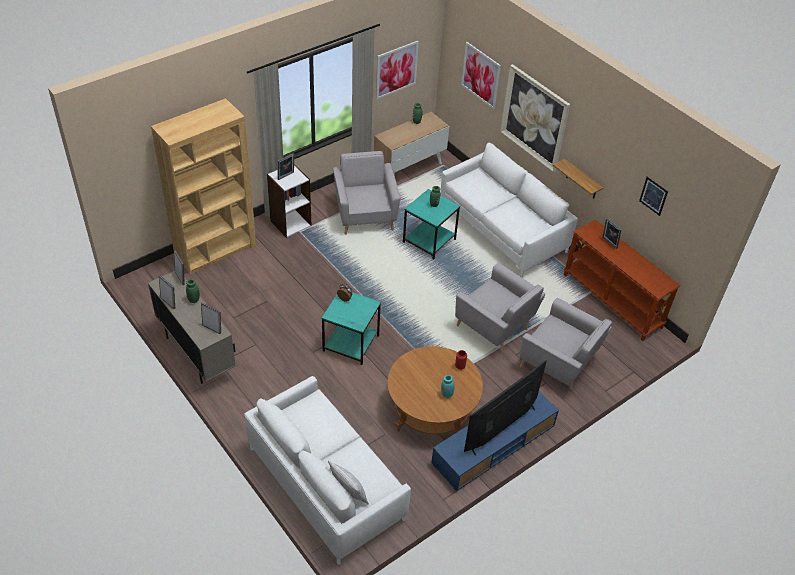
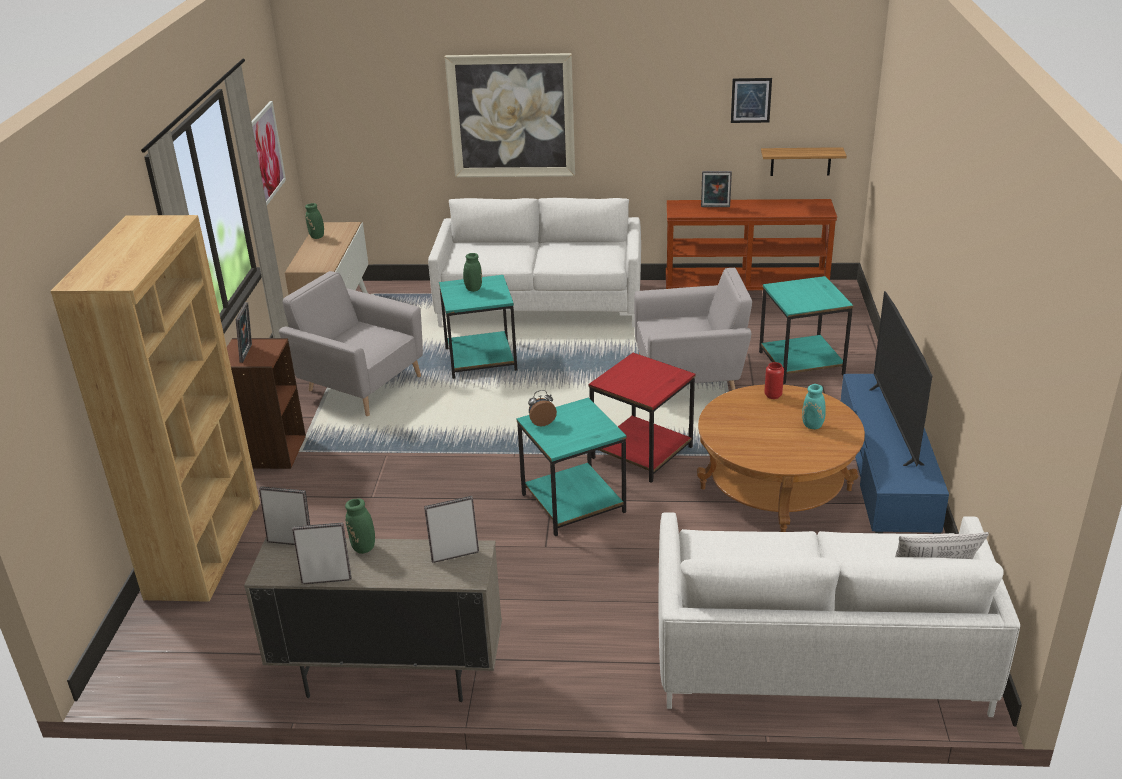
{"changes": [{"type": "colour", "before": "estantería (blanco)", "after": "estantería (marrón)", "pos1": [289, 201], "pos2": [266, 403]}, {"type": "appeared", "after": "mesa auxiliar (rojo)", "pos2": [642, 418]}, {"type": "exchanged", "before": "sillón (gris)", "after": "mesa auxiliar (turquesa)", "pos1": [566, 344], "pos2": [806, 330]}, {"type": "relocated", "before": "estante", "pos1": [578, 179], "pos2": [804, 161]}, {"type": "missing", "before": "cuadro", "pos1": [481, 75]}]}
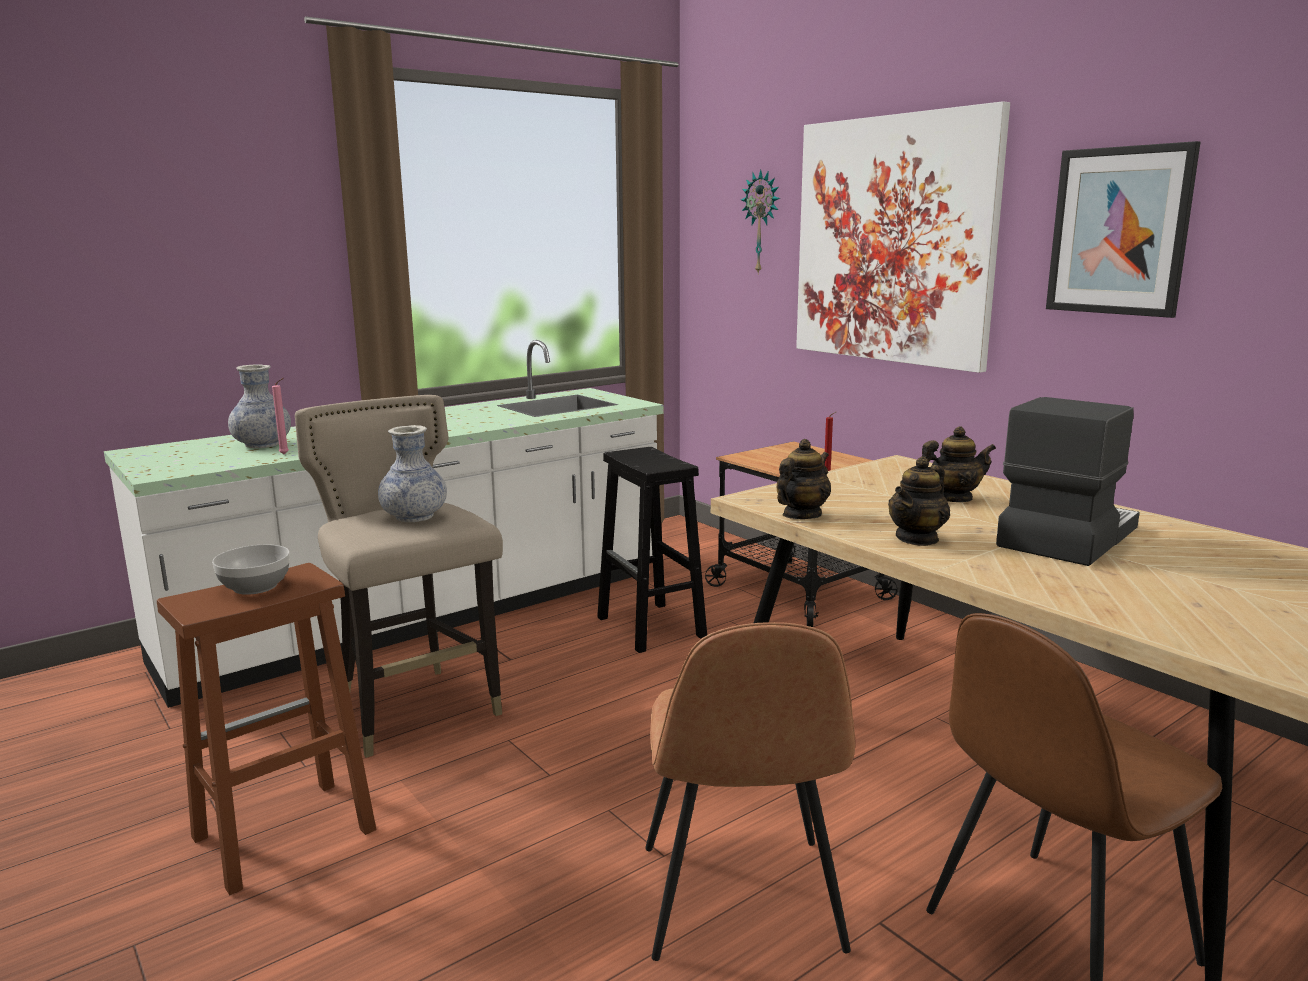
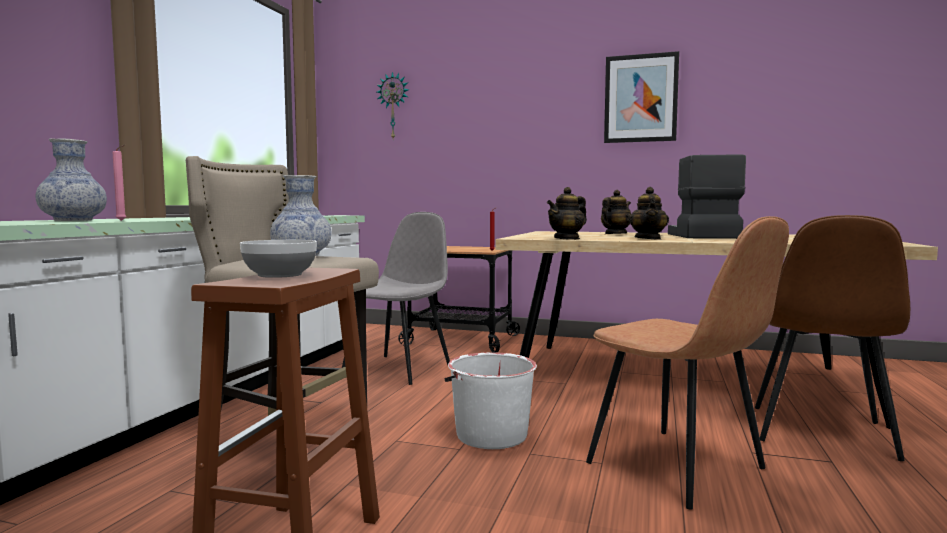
{"changes": [{"type": "exchanged", "before": "taburete (negro)", "after": "silla (gris)", "pos1": [652, 550], "pos2": [396, 298]}, {"type": "appeared", "after": "cubo (blanco)", "pos2": [490, 400]}, {"type": "spun", "before": "tetera", "pos1": [804, 479], "pos2": [567, 213], "turn": -135}, {"type": "missing", "before": "cuadro", "pos1": [903, 237]}]}
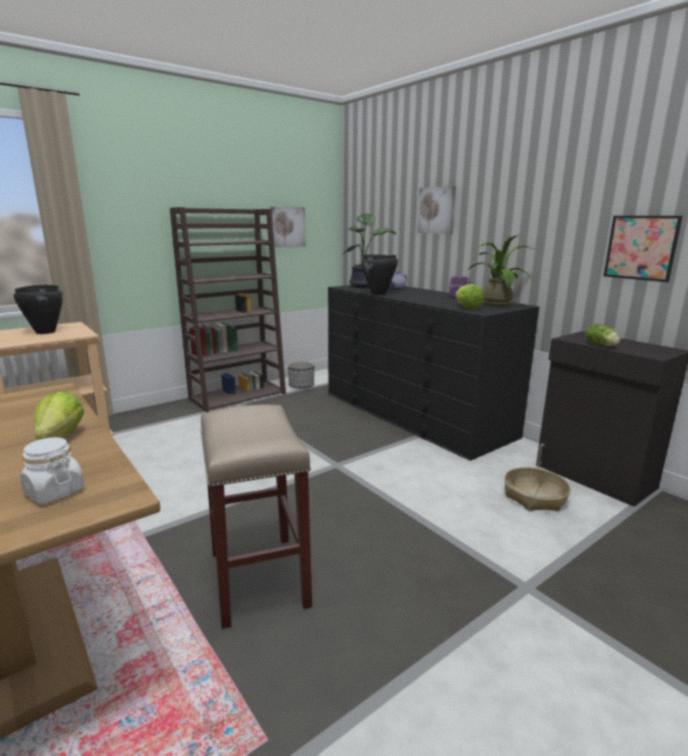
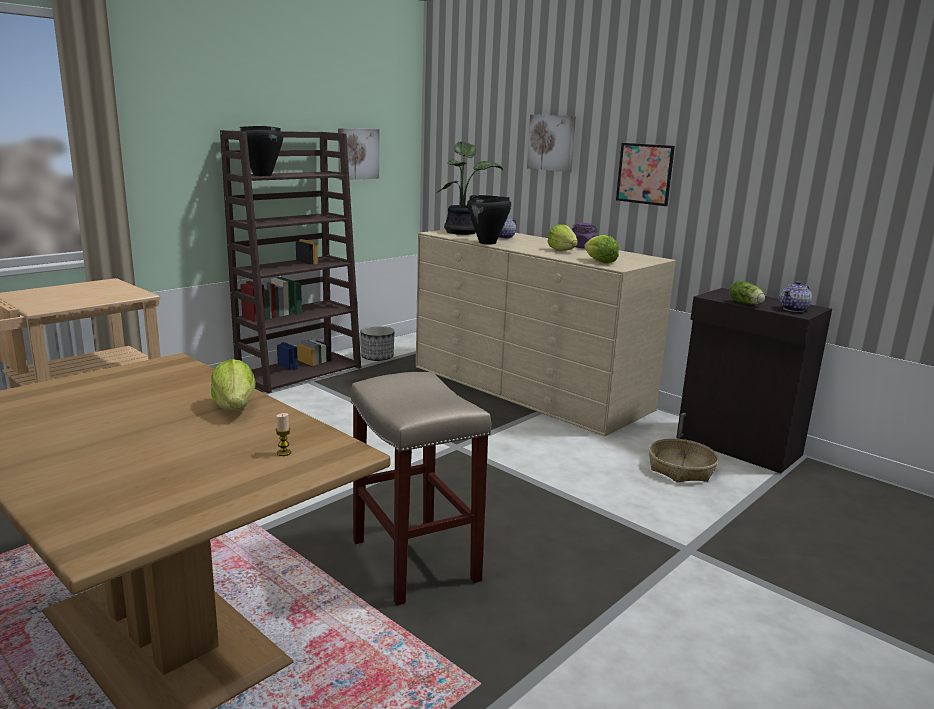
{"changes": [{"type": "relocated", "before": "olla (negro)", "pos1": [38, 309], "pos2": [261, 151]}, {"type": "exchanged", "before": "tarro (blanco)", "after": "vela", "pos1": [52, 470], "pos2": [283, 434]}, {"type": "colour", "before": "cómoda (negro)", "after": "cómoda (beis)", "pos1": [433, 373], "pos2": [546, 333]}, {"type": "appeared", "after": "lechuga", "pos2": [562, 237]}, {"type": "relocated", "before": "cuadro", "pos1": [643, 249], "pos2": [645, 174]}, {"type": "appeared", "after": "tetera", "pos2": [795, 296]}, {"type": "missing", "before": "planta en maceta", "pos1": [501, 271]}]}
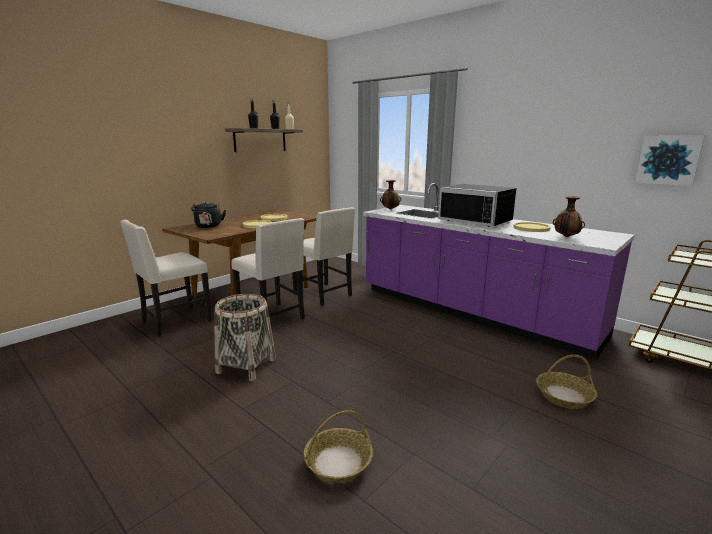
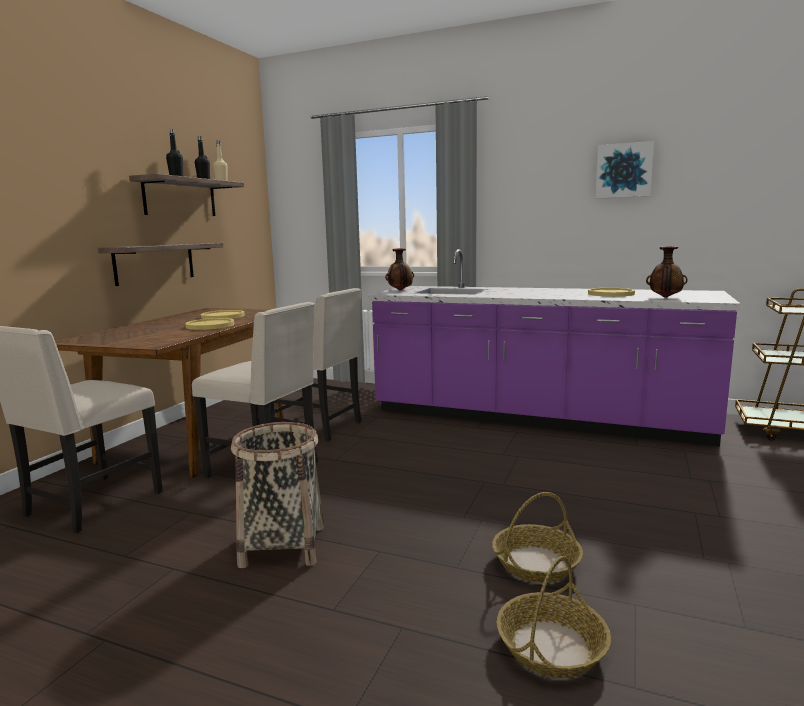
{"changes": [{"type": "appeared", "after": "estante", "pos2": [160, 264]}, {"type": "relocated", "before": "cesta", "pos1": [566, 381], "pos2": [537, 537]}, {"type": "relocated", "before": "cuadro", "pos1": [670, 160], "pos2": [625, 170]}, {"type": "missing", "before": "hervidor (negro)", "pos1": [208, 215]}, {"type": "missing", "before": "microondas (negro)", "pos1": [477, 205]}]}
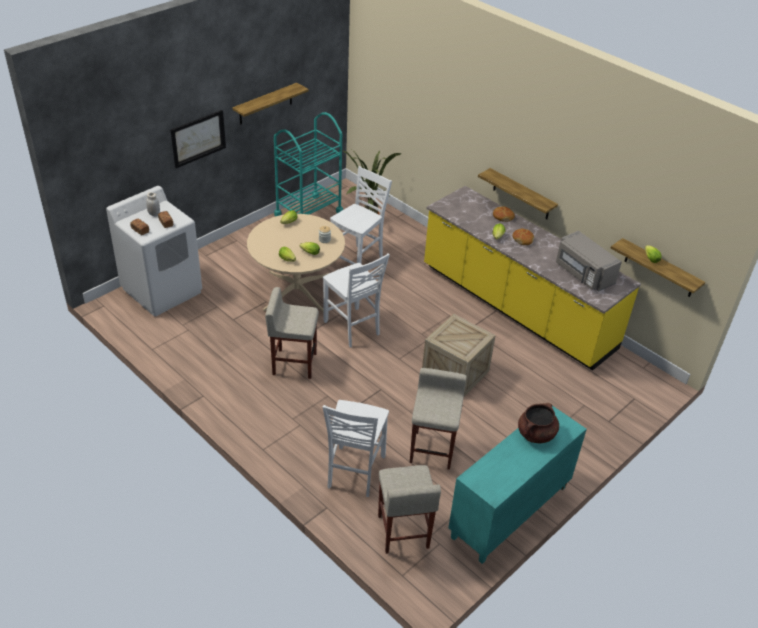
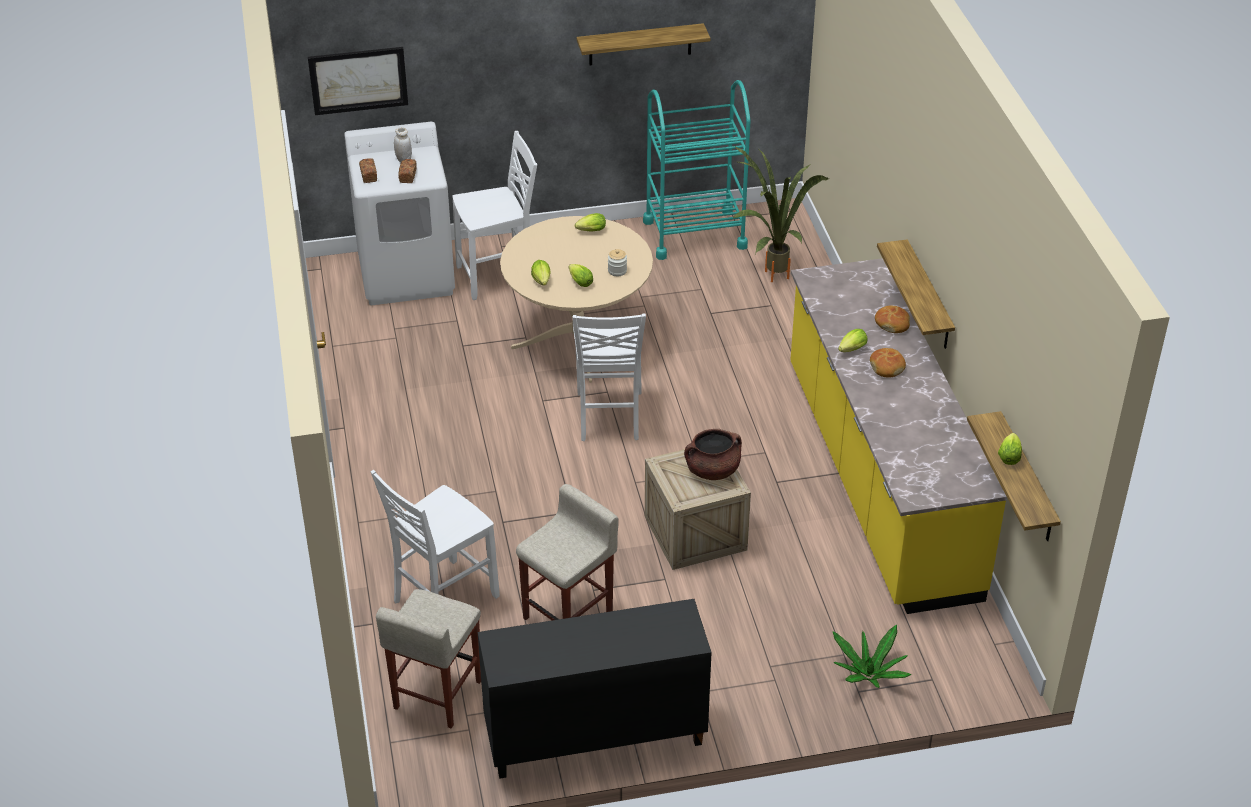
{"changes": [{"type": "relocated", "before": "cuadro", "pos1": [198, 139], "pos2": [358, 81]}, {"type": "relocated", "before": "silla (blanco)", "pos1": [361, 215], "pos2": [494, 215]}, {"type": "colour", "before": "armario (turquesa)", "after": "armario (negro)", "pos1": [517, 485], "pos2": [595, 689]}, {"type": "relocated", "before": "olla (marrón)", "pos1": [538, 423], "pos2": [713, 454]}, {"type": "appeared", "after": "planta en maceta", "pos2": [872, 656]}, {"type": "missing", "before": "taburete (beis)", "pos1": [292, 333]}, {"type": "missing", "before": "microondas (gris)", "pos1": [589, 261]}]}
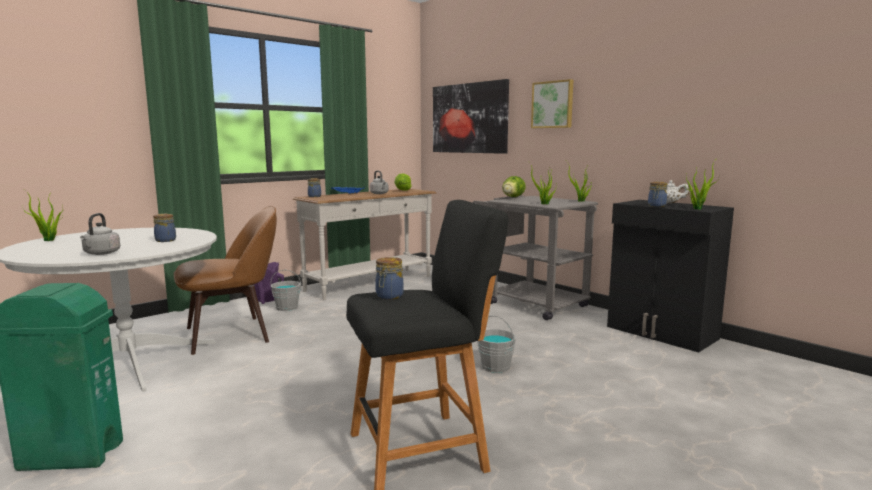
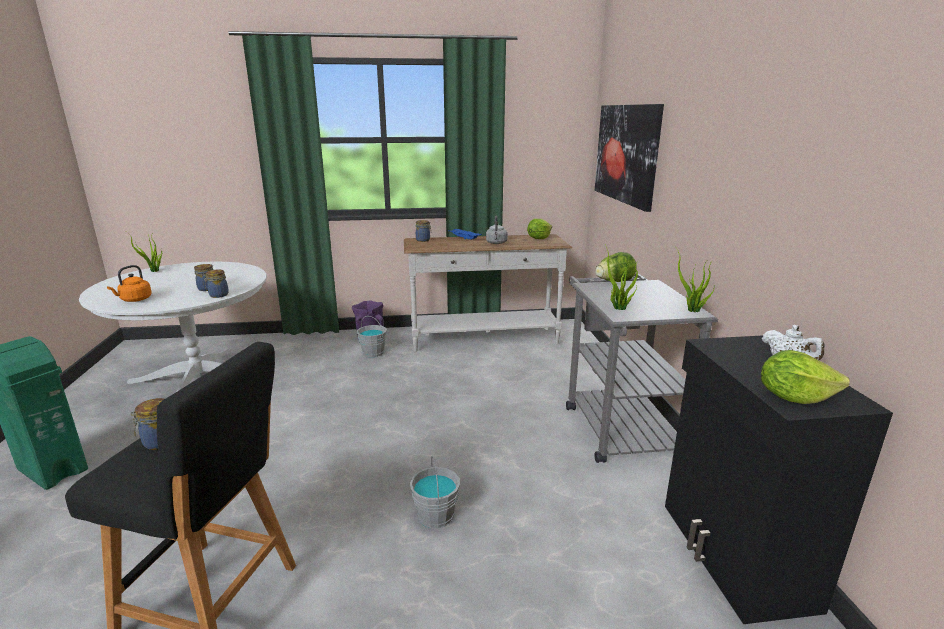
{"changes": [{"type": "colour", "before": "hervidor (gris)", "after": "hervidor (naranja)", "pos1": [100, 234], "pos2": [129, 283]}, {"type": "relocated", "before": "tarro", "pos1": [657, 194], "pos2": [216, 284]}, {"type": "exchanged", "before": "planta en maceta", "after": "lechuga", "pos1": [702, 185], "pos2": [805, 377]}, {"type": "missing", "before": "silla (marrón)", "pos1": [225, 280]}, {"type": "missing", "before": "cuadro", "pos1": [552, 103]}]}
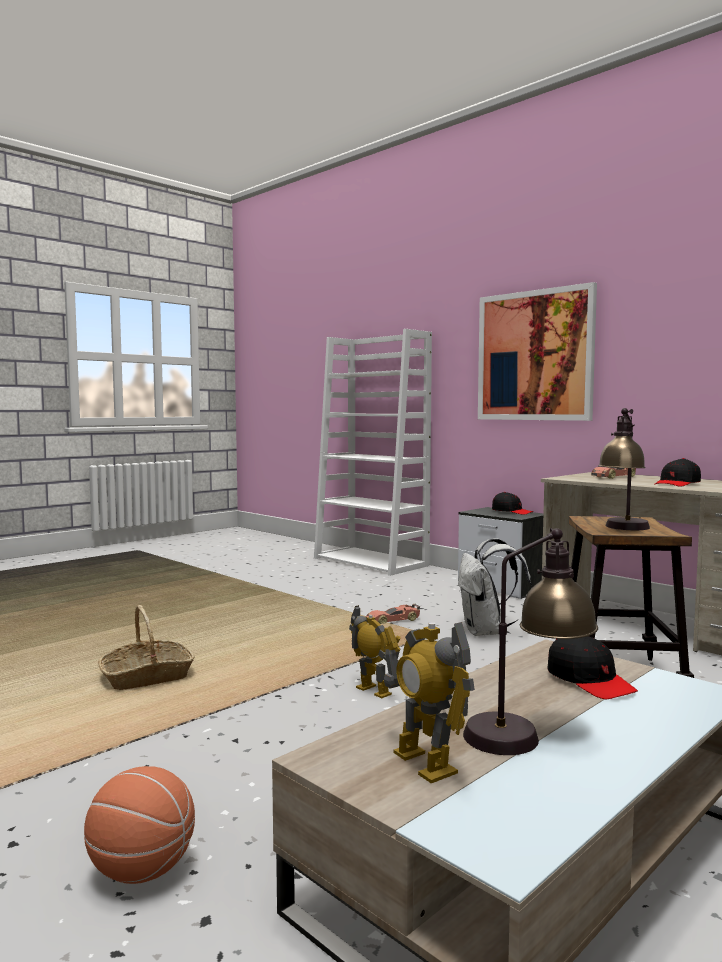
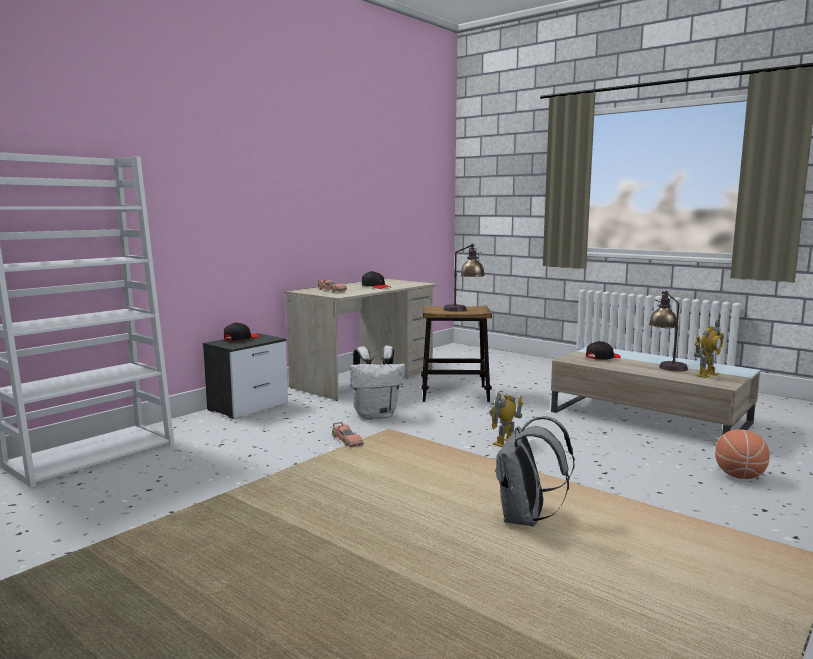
{"changes": [{"type": "exchanged", "before": "cesta", "after": "mochila (gris)", "pos1": [146, 647], "pos2": [535, 471]}, {"type": "missing", "before": "cuadro", "pos1": [537, 351]}]}
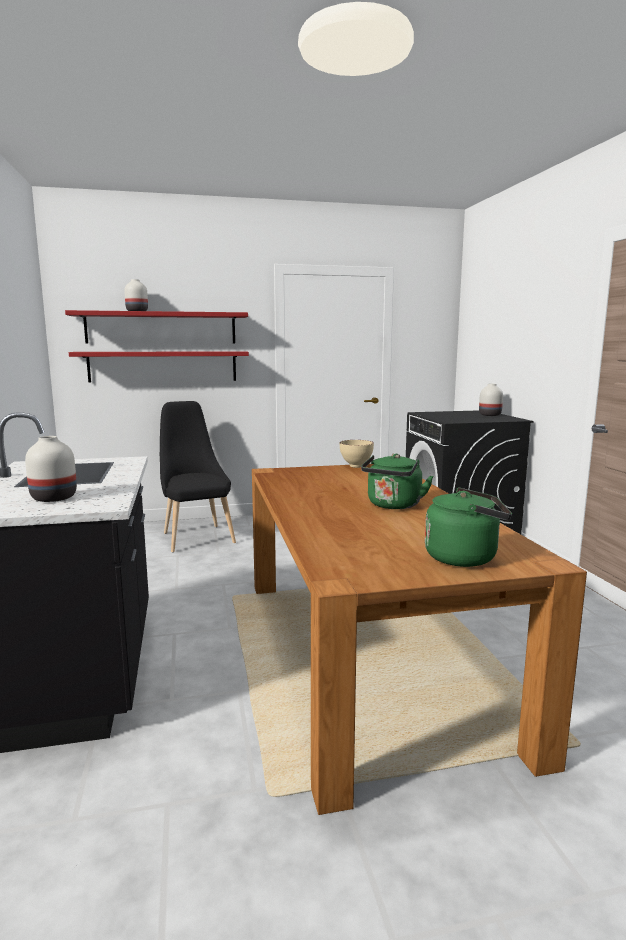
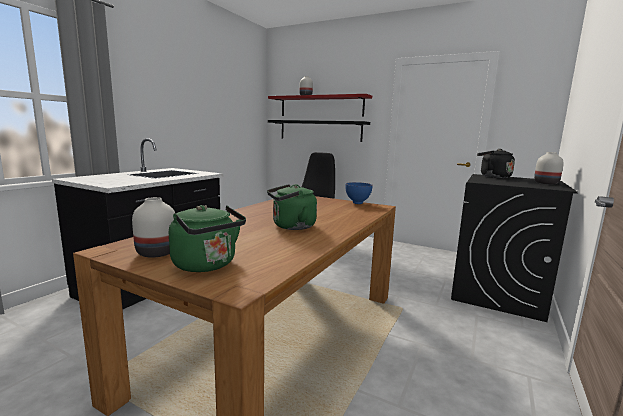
{"changes": [{"type": "relocated", "before": "florero (blanco)", "pos1": [51, 469], "pos2": [153, 227]}, {"type": "colour", "before": "estante (rojo)", "after": "estante (negro)", "pos1": [159, 367], "pos2": [319, 131]}, {"type": "colour", "before": "cuenco (beis)", "after": "cuenco (azul)", "pos1": [357, 454], "pos2": [359, 193]}, {"type": "appeared", "after": "hervidor (negro)", "pos2": [496, 163]}]}
